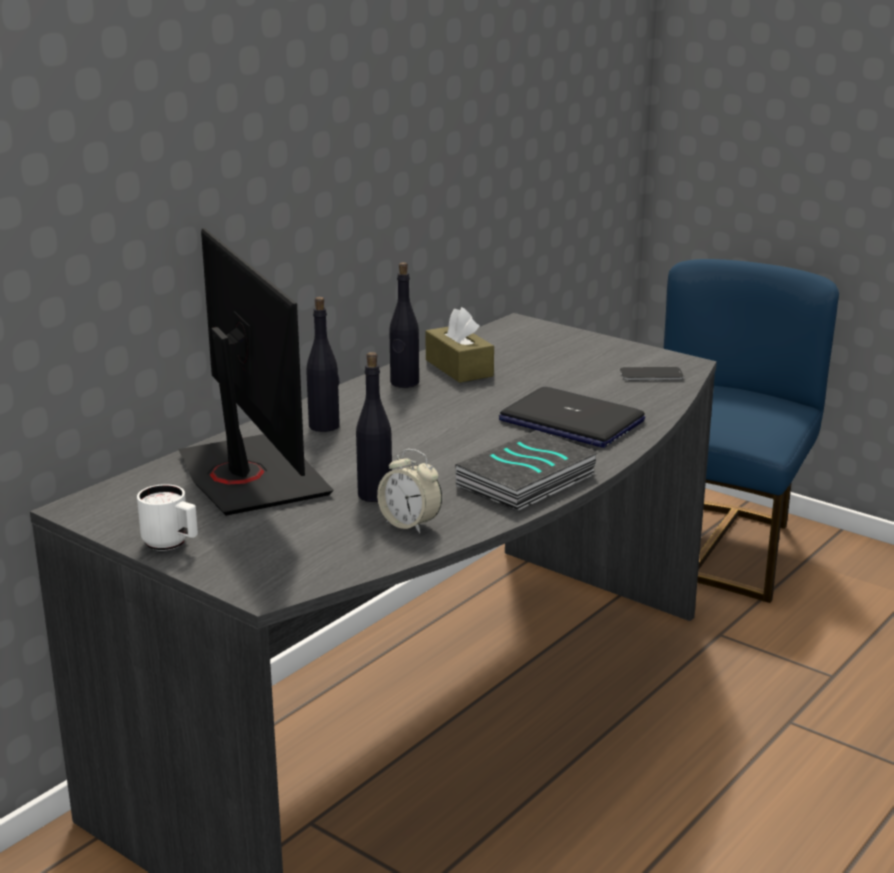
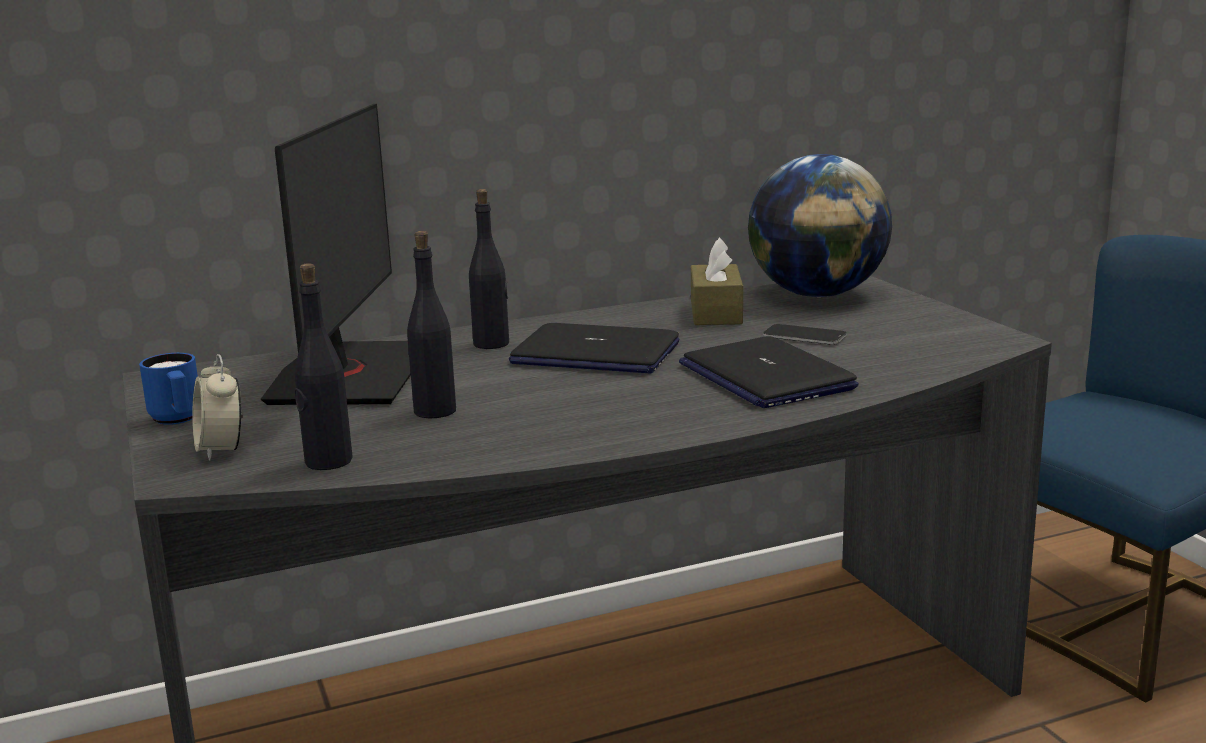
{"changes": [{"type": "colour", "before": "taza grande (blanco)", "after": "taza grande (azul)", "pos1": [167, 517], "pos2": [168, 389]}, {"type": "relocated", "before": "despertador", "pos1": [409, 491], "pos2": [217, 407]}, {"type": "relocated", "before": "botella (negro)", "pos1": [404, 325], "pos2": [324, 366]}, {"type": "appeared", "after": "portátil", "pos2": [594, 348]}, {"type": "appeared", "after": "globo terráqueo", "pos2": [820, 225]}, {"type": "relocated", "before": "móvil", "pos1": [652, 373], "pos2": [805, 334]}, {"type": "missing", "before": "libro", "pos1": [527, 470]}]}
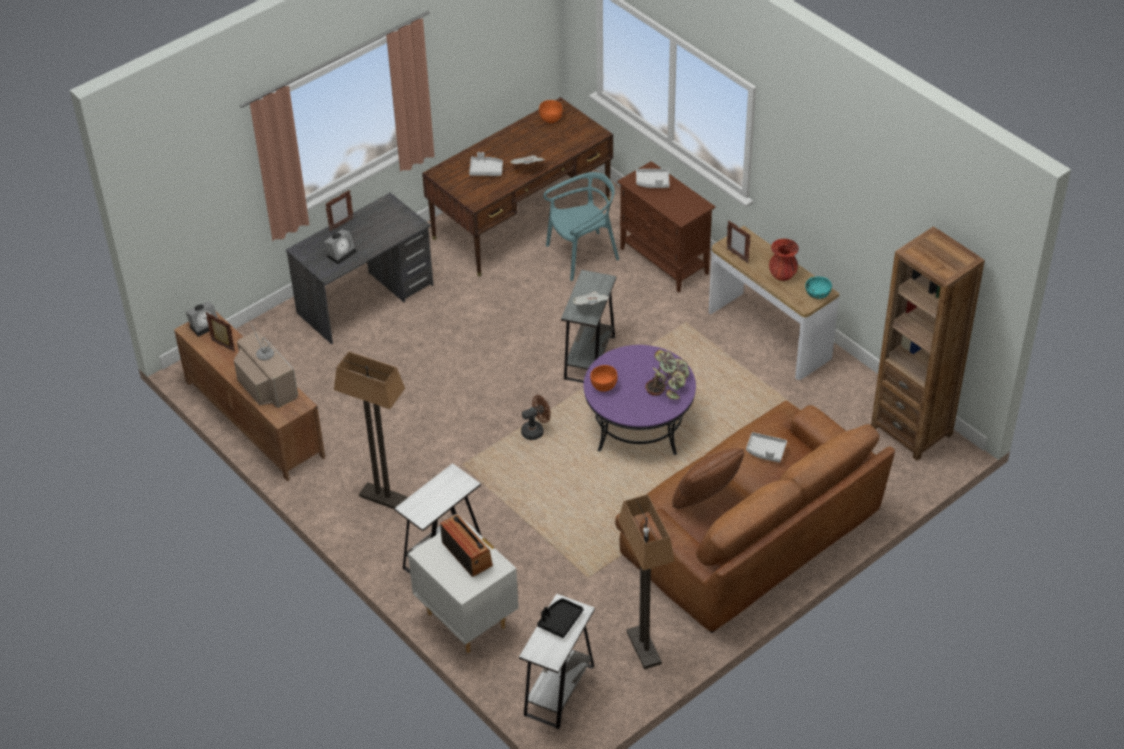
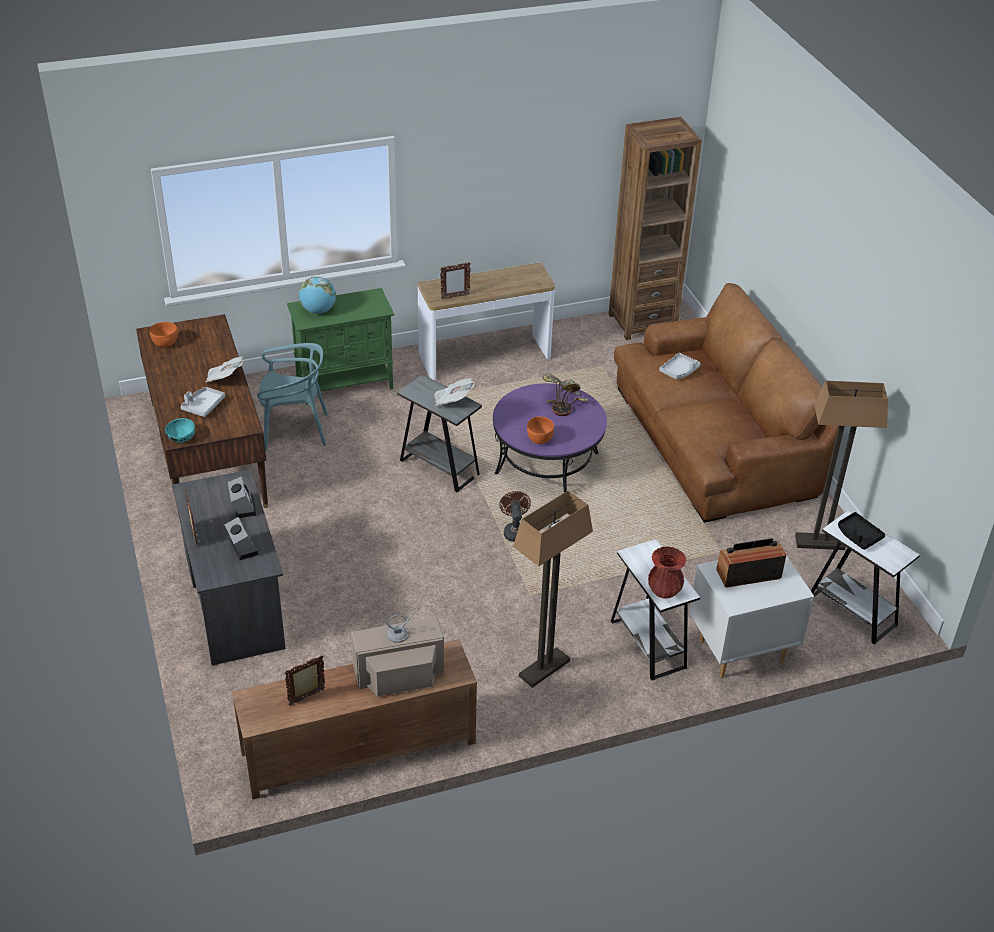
{"changes": [{"type": "relocated", "before": "cuenco (turquesa)", "pos1": [818, 287], "pos2": [180, 430]}, {"type": "relocated", "before": "despertador", "pos1": [202, 319], "pos2": [242, 497]}, {"type": "spun", "before": "silla (turquesa)", "pos1": [581, 226], "pos2": [292, 397], "turn": 90}, {"type": "colour", "before": "armario (marrón)", "after": "armario (verde)", "pos1": [666, 227], "pos2": [340, 346]}, {"type": "exchanged", "before": "bandeja (gris)", "after": "globo terráqueo", "pos1": [652, 178], "pos2": [317, 295]}, {"type": "relocated", "before": "florero (rojo)", "pos1": [784, 260], "pos2": [667, 573]}, {"type": "missing", "before": "cojín (marrón)", "pos1": [708, 478]}]}
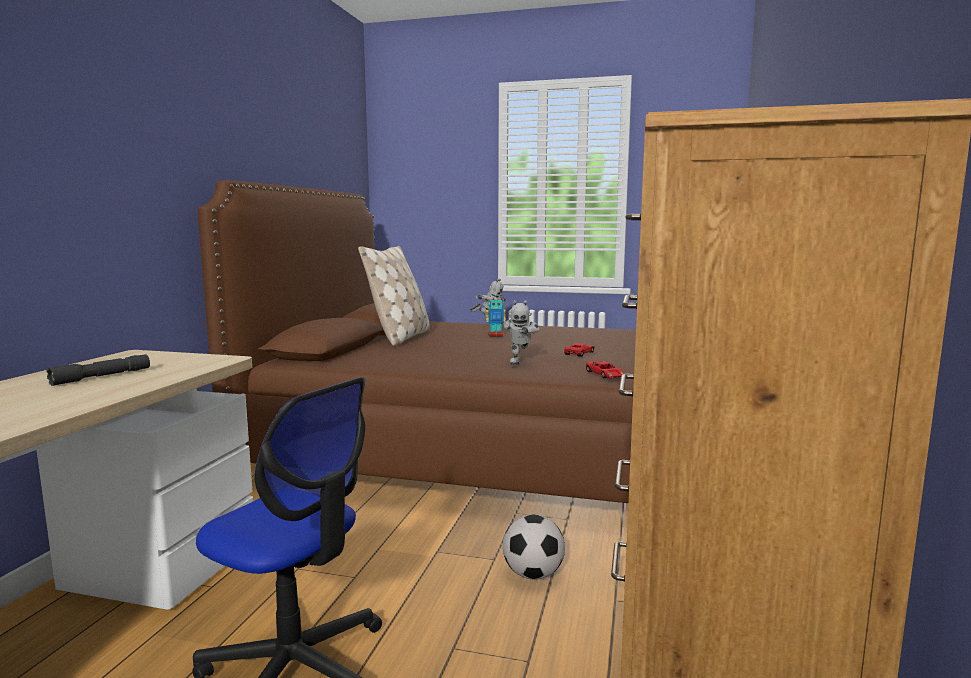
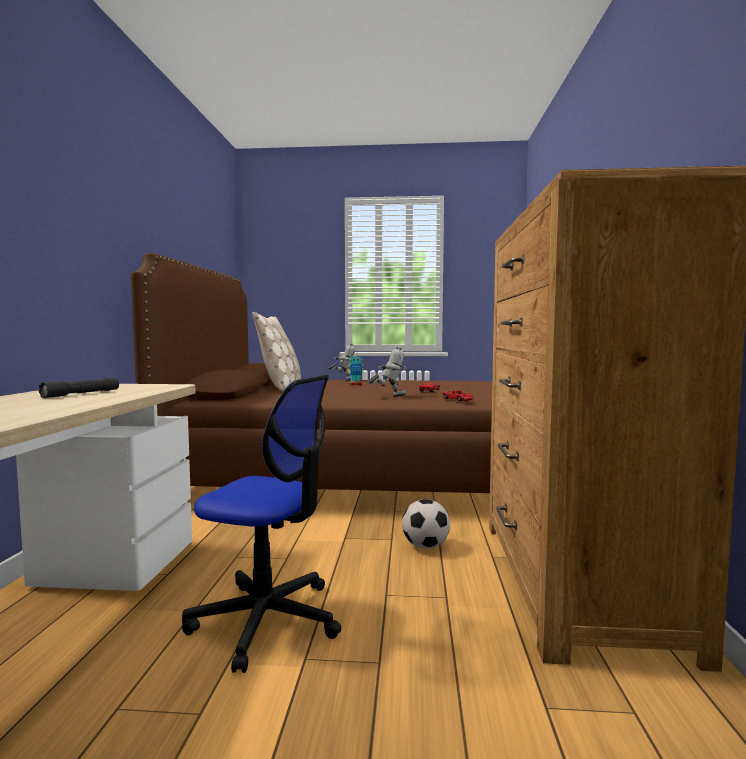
{"changes": [{"type": "spun", "before": "robot de juguete", "pos1": [521, 332], "pos2": [387, 372], "turn": -105}]}
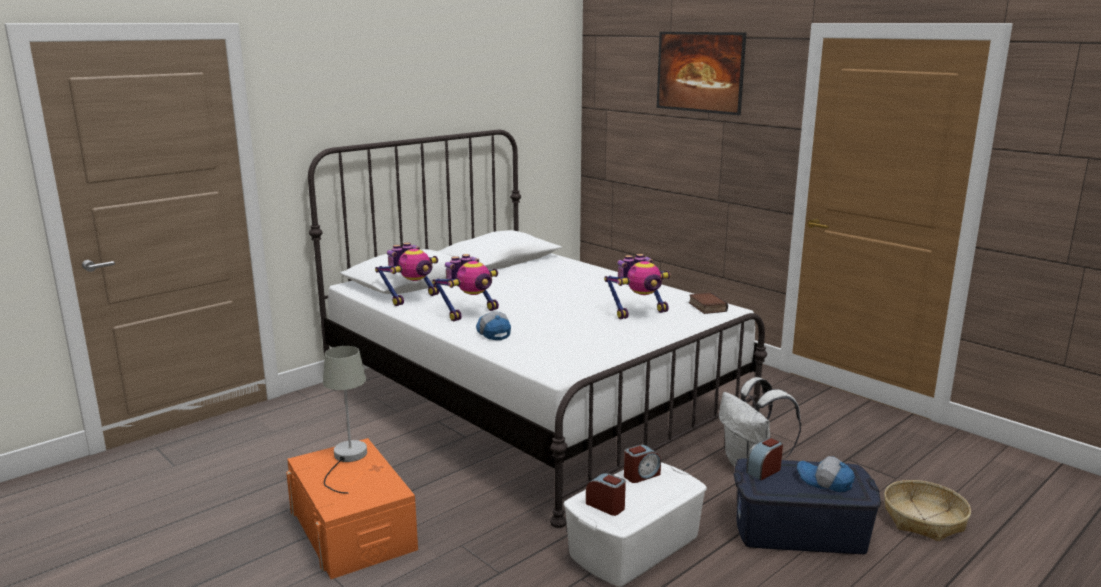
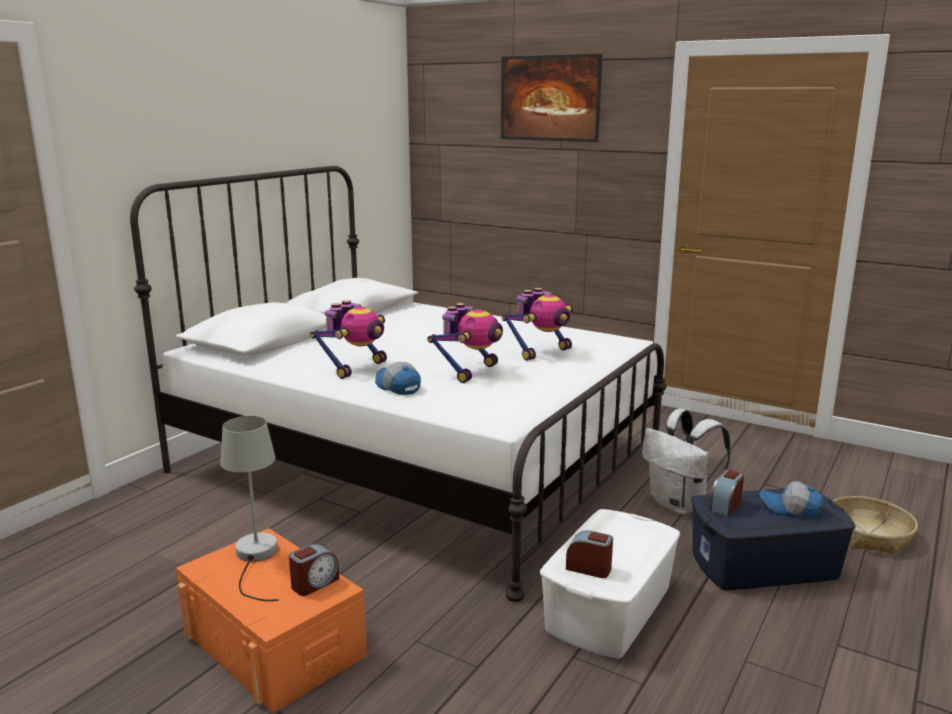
{"changes": [{"type": "relocated", "before": "despertador", "pos1": [642, 463], "pos2": [314, 570]}, {"type": "relocated", "before": "robot de juguete", "pos1": [407, 274], "pos2": [465, 343]}, {"type": "missing", "before": "libro", "pos1": [708, 303]}]}
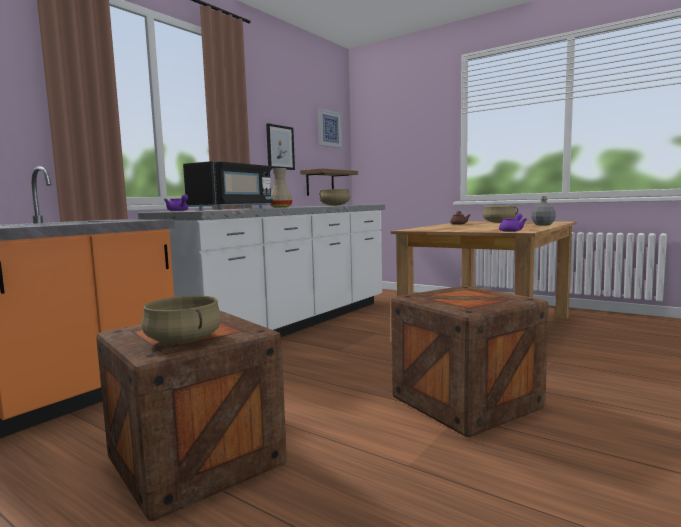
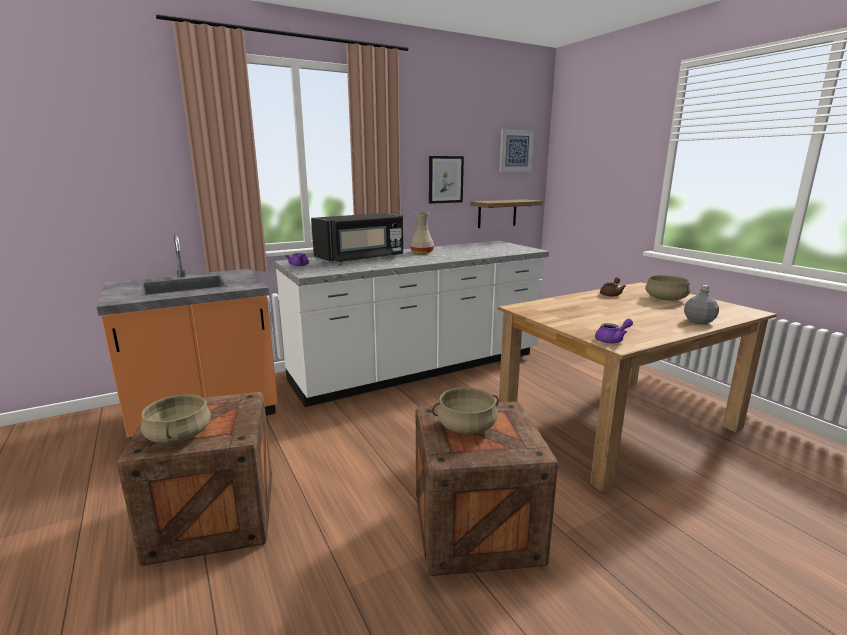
{"changes": [{"type": "relocated", "before": "olla (beis)", "pos1": [334, 197], "pos2": [465, 410]}]}
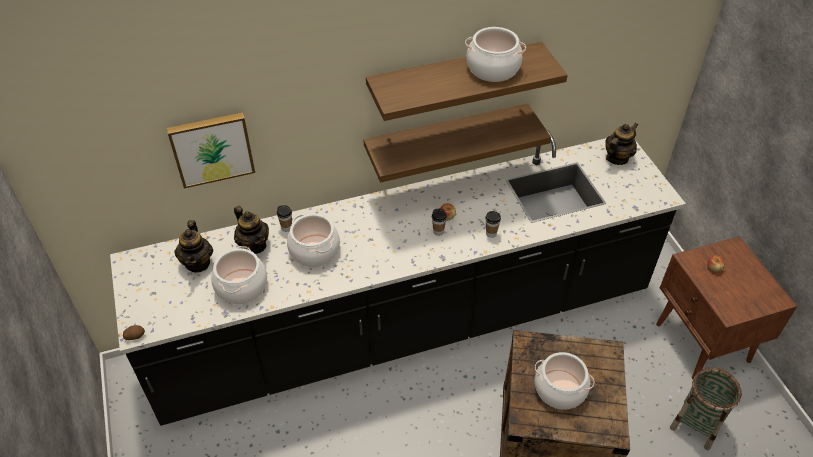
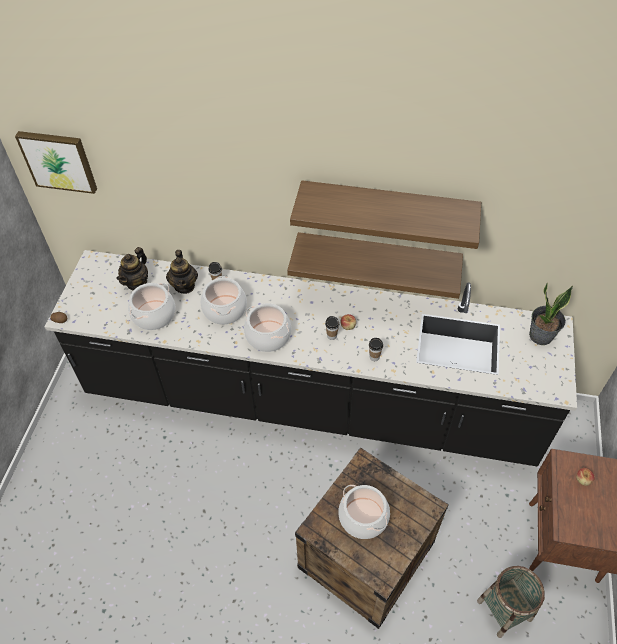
{"changes": [{"type": "relocated", "before": "cuadro", "pos1": [211, 151], "pos2": [56, 162]}, {"type": "relocated", "before": "olla", "pos1": [495, 54], "pos2": [267, 327]}, {"type": "exchanged", "before": "tetera", "after": "planta en maceta", "pos1": [621, 144], "pos2": [551, 314]}]}
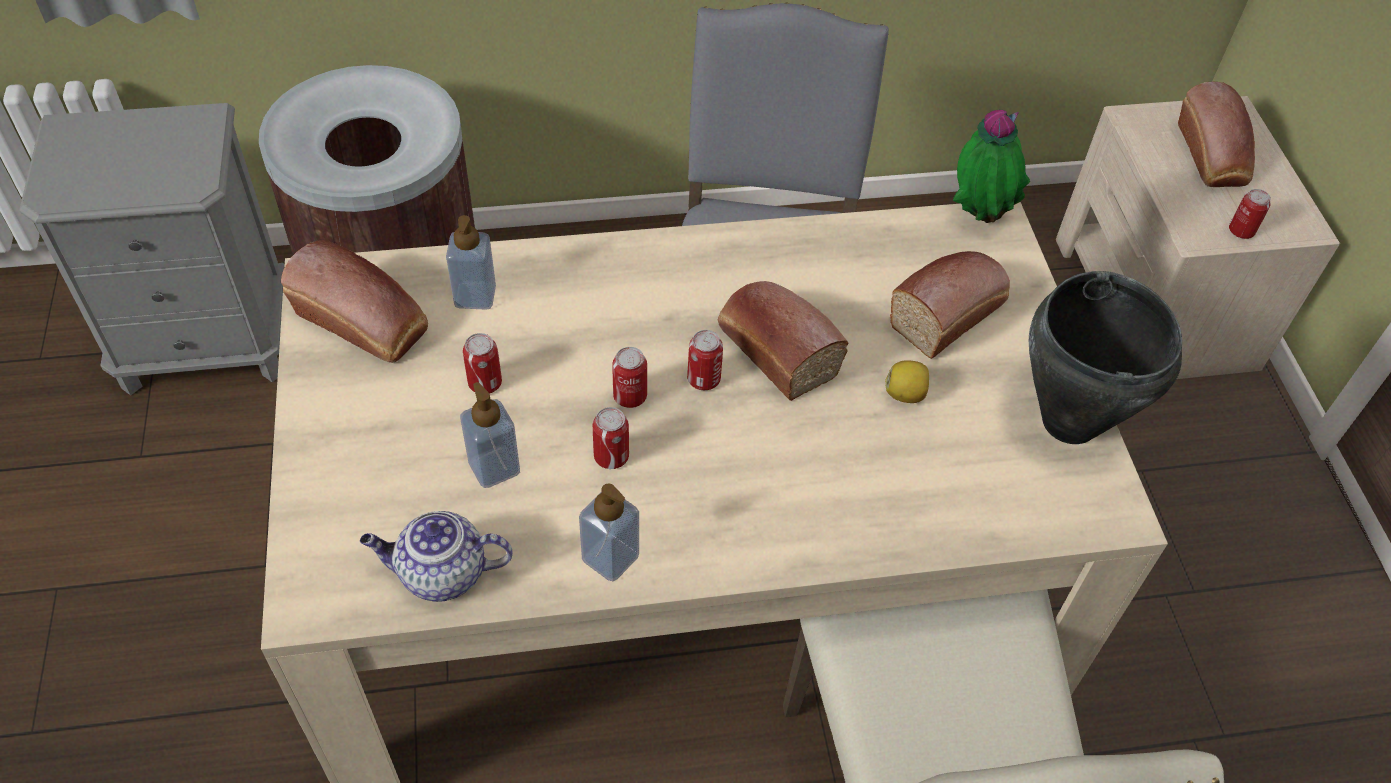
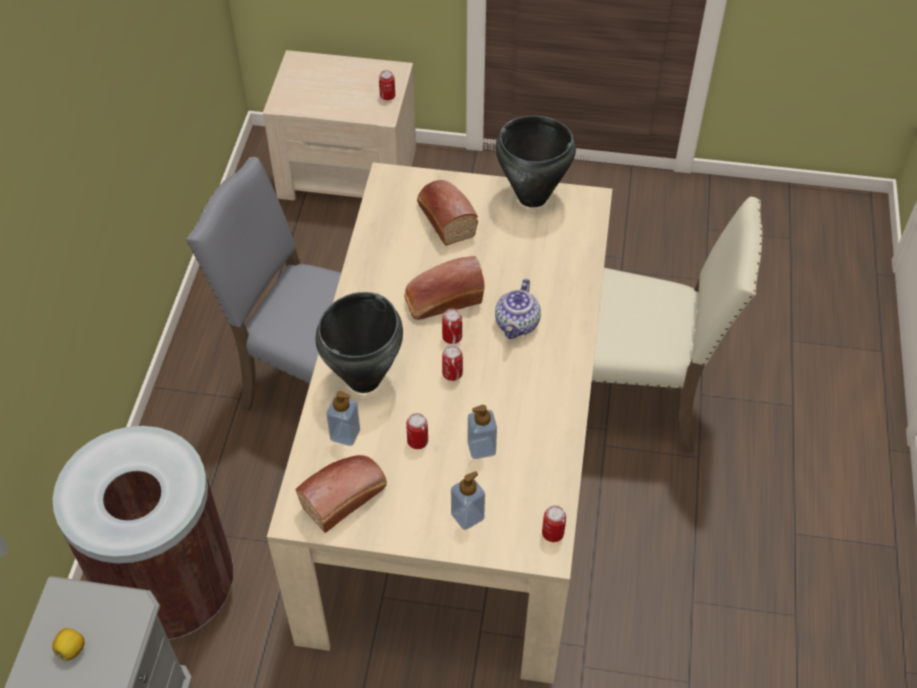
{"changes": [{"type": "relocated", "before": "limón", "pos1": [907, 381], "pos2": [68, 644]}, {"type": "appeared", "after": "olla (negro)", "pos2": [359, 342]}, {"type": "relocated", "before": "dispensador de jabón", "pos1": [609, 532], "pos2": [468, 500]}, {"type": "relocated", "before": "tetera", "pos1": [436, 556], "pos2": [518, 309]}, {"type": "relocated", "before": "lata", "pos1": [611, 438], "pos2": [554, 523]}, {"type": "missing", "before": "planta en maceta", "pos1": [991, 166]}, {"type": "missing", "before": "pan", "pos1": [1216, 134]}]}
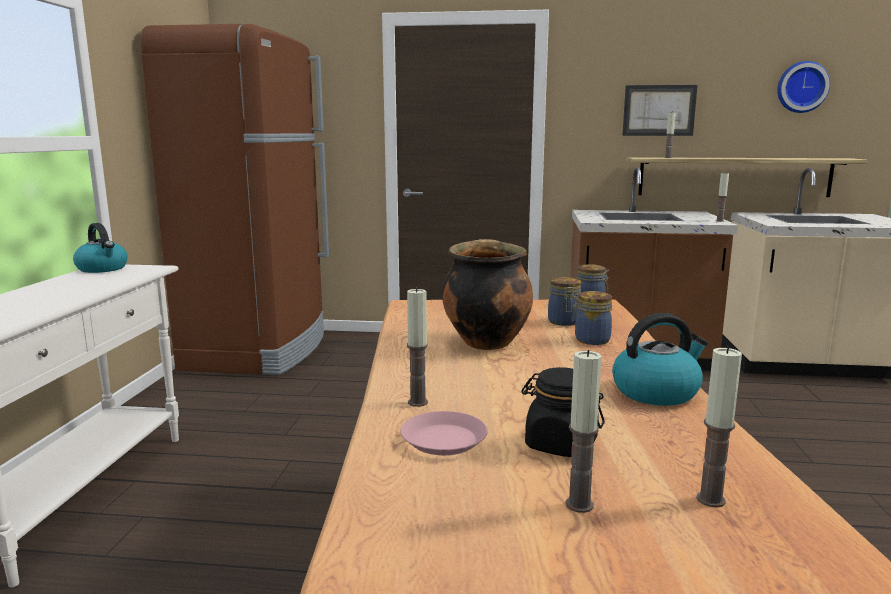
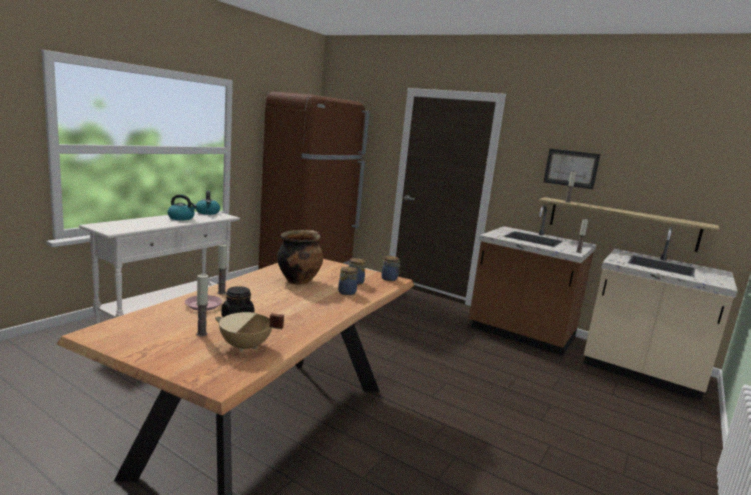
{"changes": [{"type": "relocated", "before": "hervidor", "pos1": [660, 359], "pos2": [182, 207]}, {"type": "exchanged", "before": "vela", "after": "olla (beis)", "pos1": [719, 427], "pos2": [249, 332]}, {"type": "missing", "before": "reloj de pared", "pos1": [803, 87]}]}
